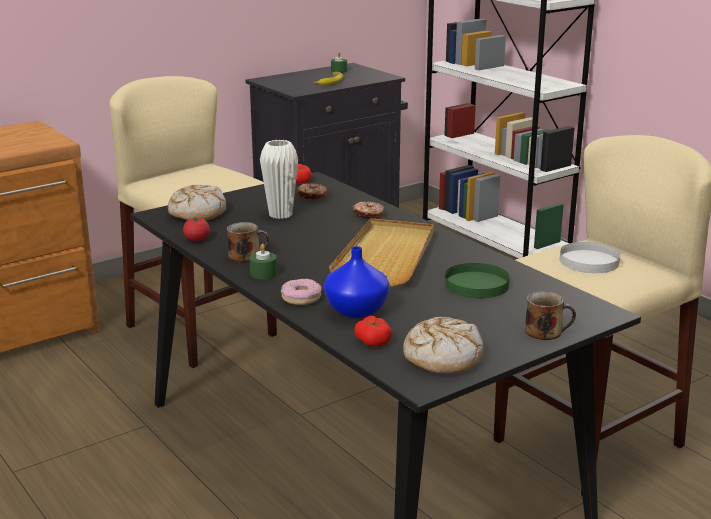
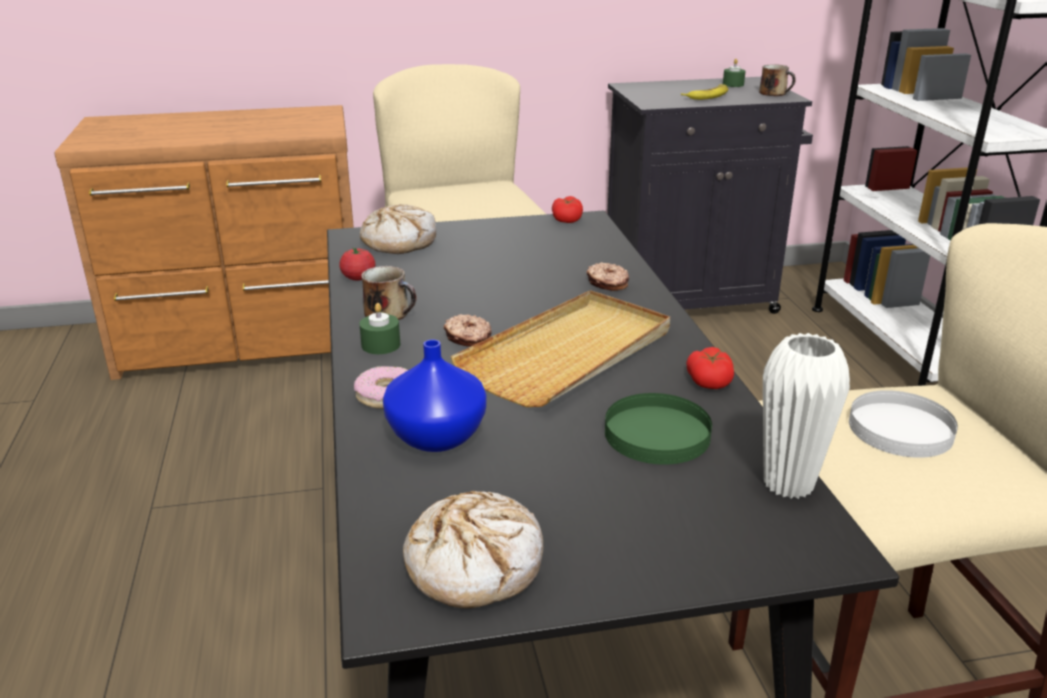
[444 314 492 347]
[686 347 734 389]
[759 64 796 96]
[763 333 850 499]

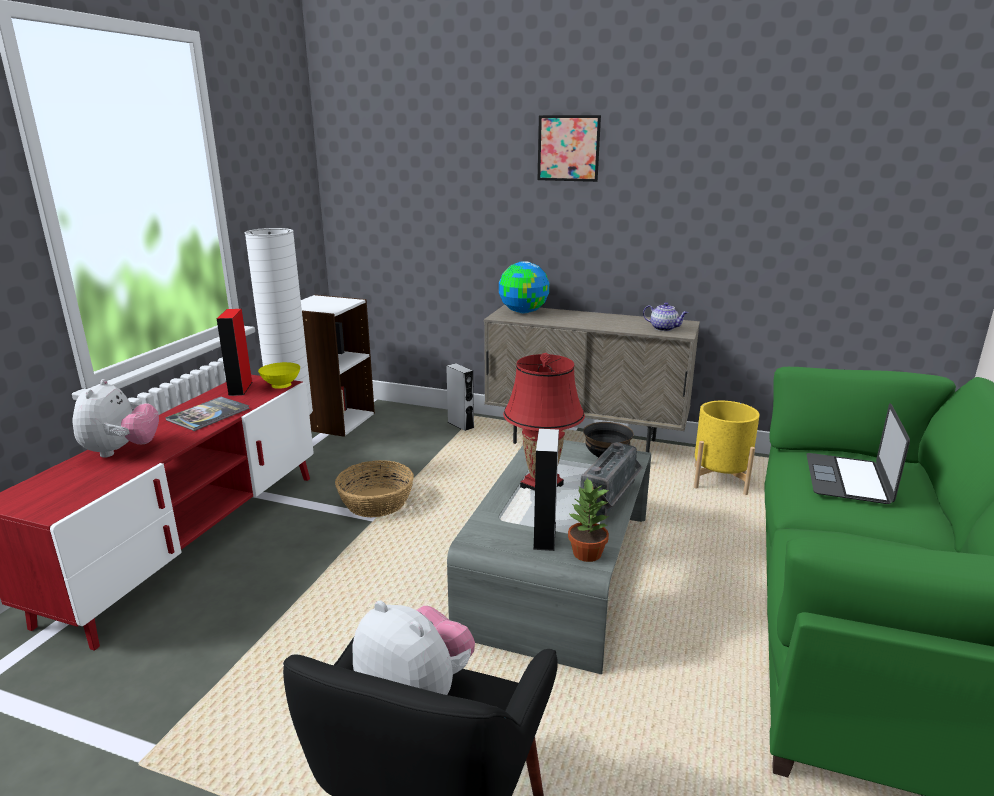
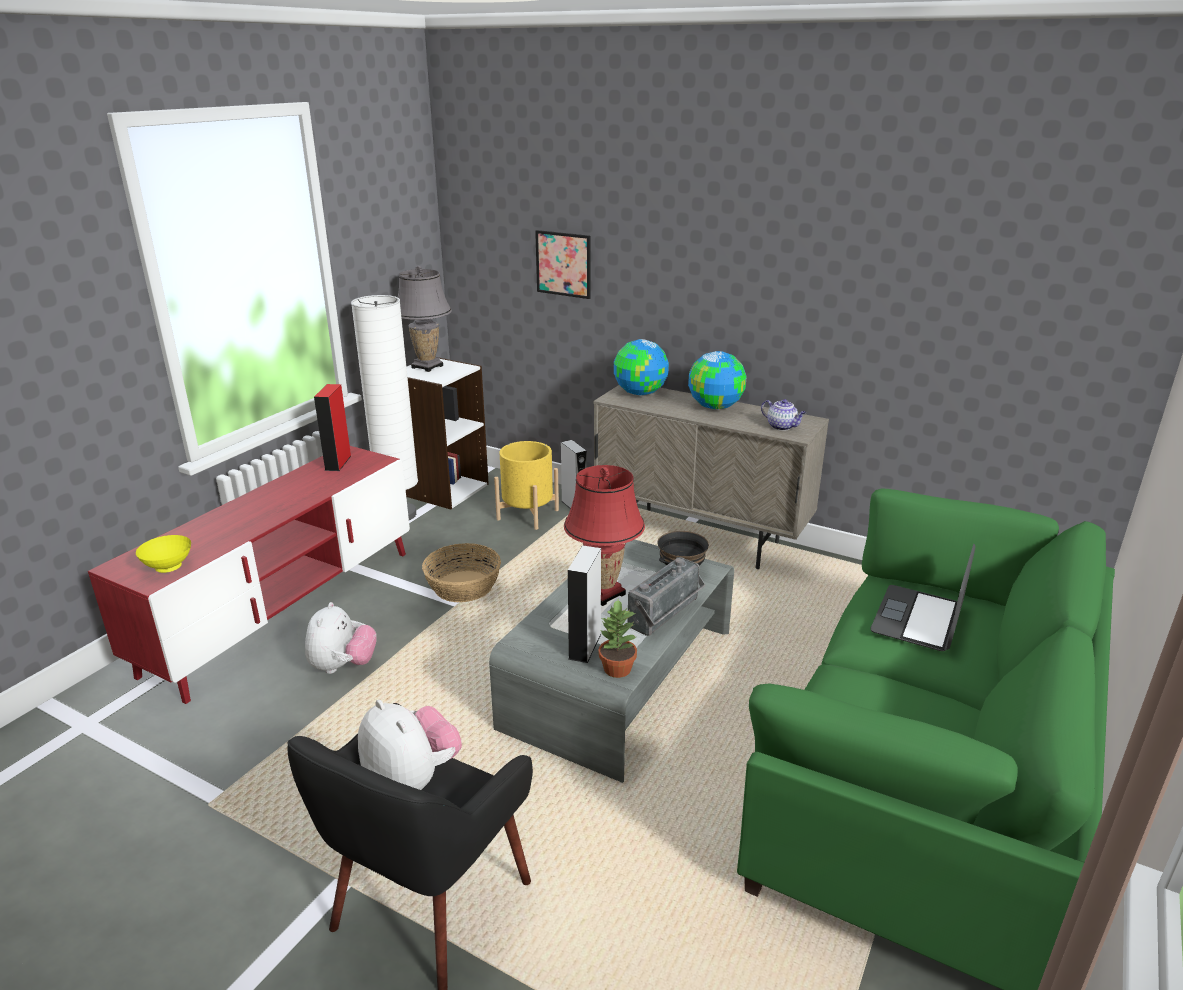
[136 535 191 573]
[305 602 377 674]
[398 266 452 372]
[494 441 559 530]
[535 230 591 299]
[688 351 747 409]
[165 397 250 431] (first image)

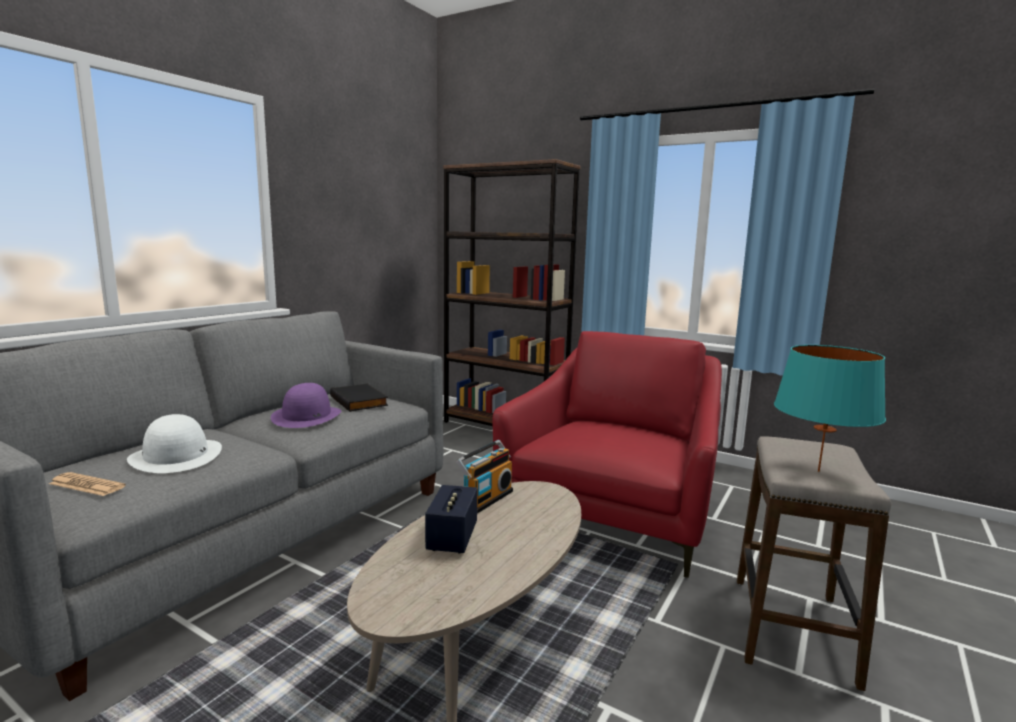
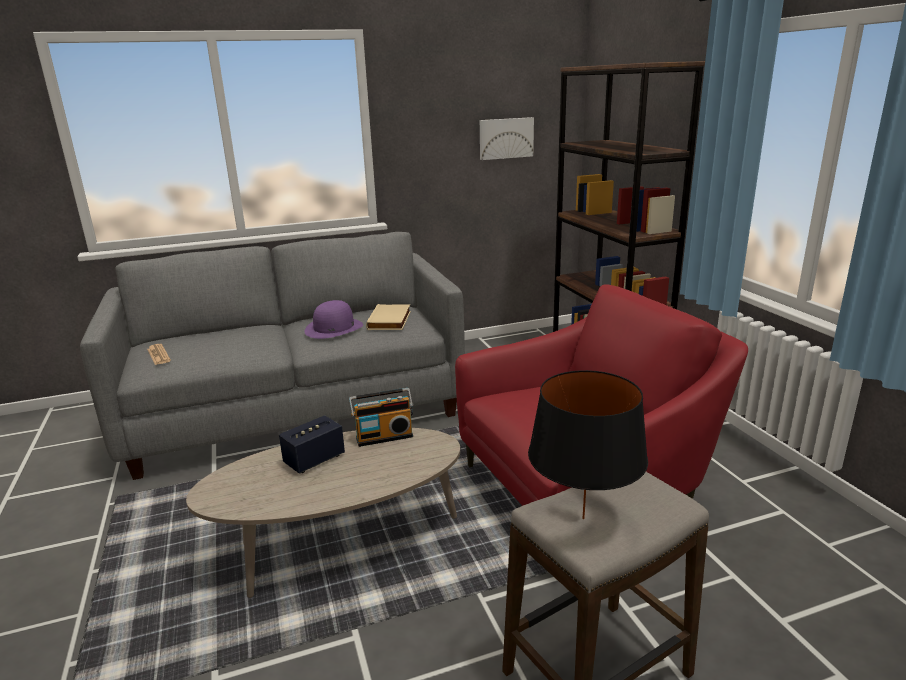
[366 304 411 330]
[480 117 534 160]
[528 370 648 519]
[127 414 222 473] (first image)

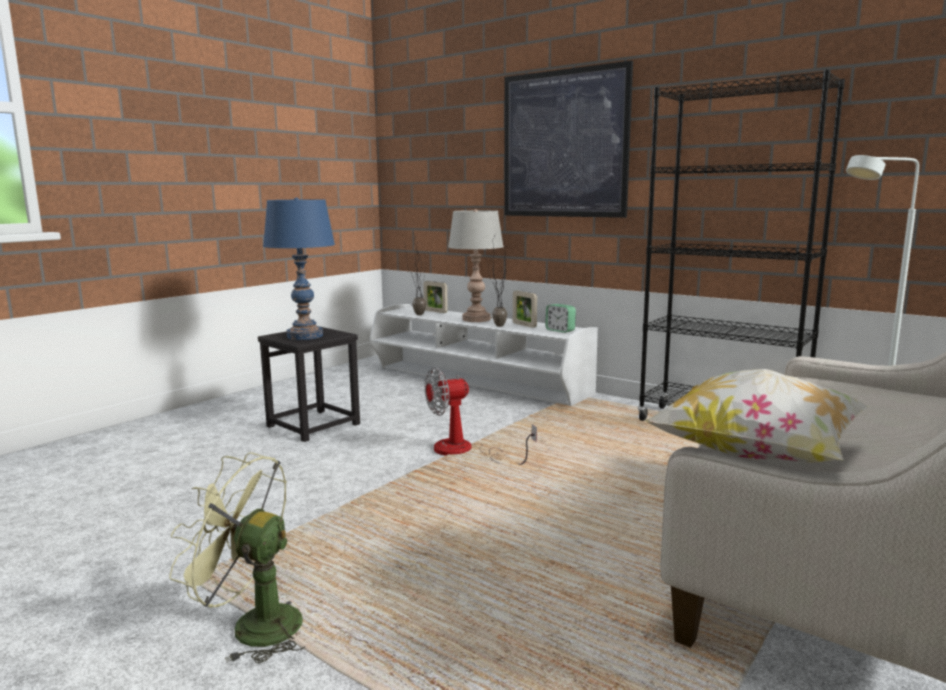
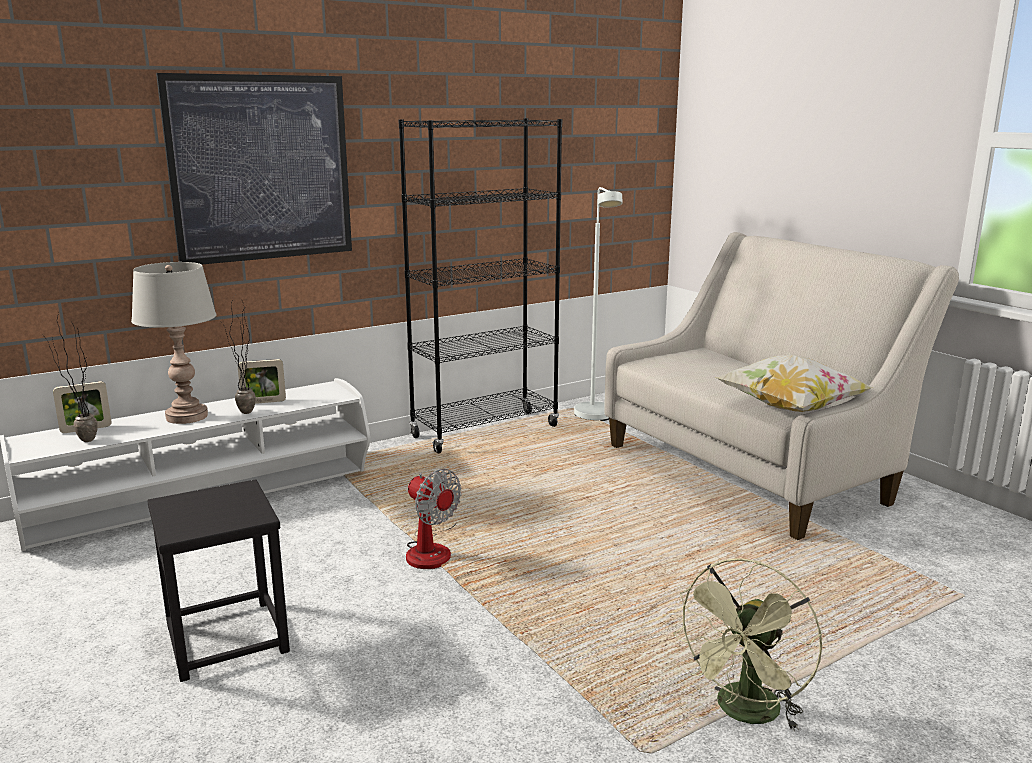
[406 469 462 569]
[263 198 335 340] (first image)
[545 304 576 333] (first image)

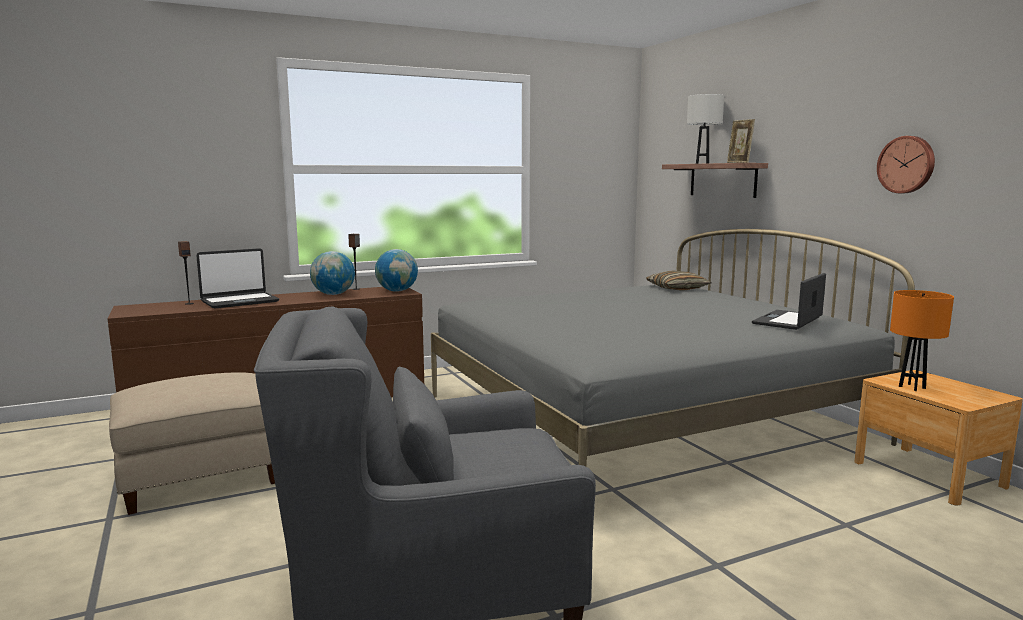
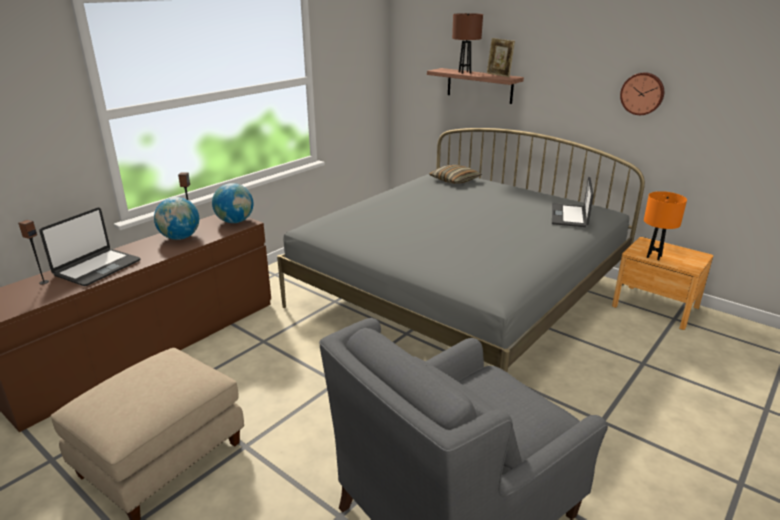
[452 13 483 74]

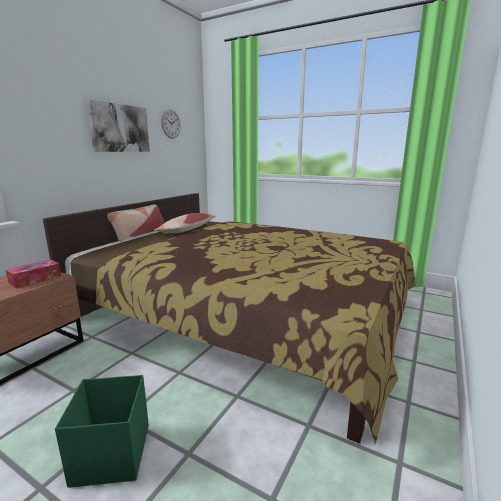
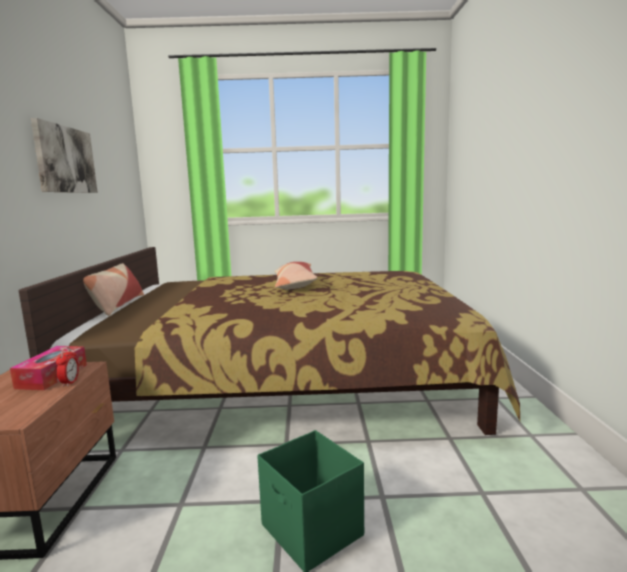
[56 347 79 387]
[274 262 317 290]
[161 109 181 139] (first image)

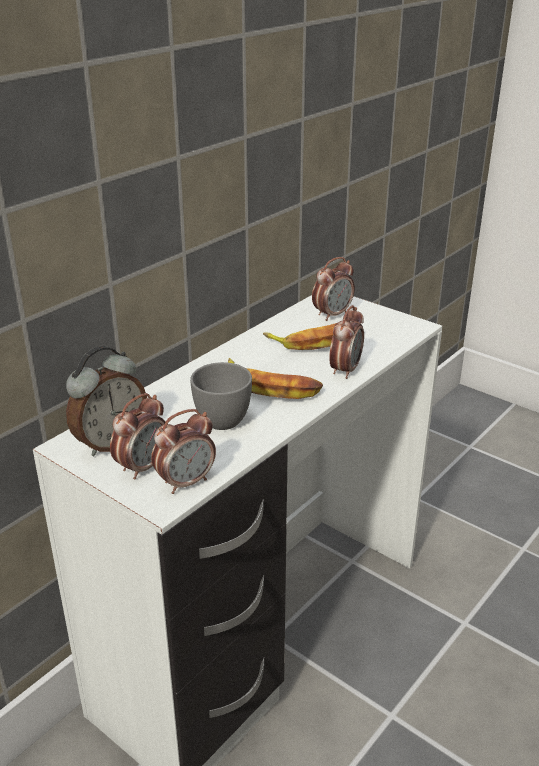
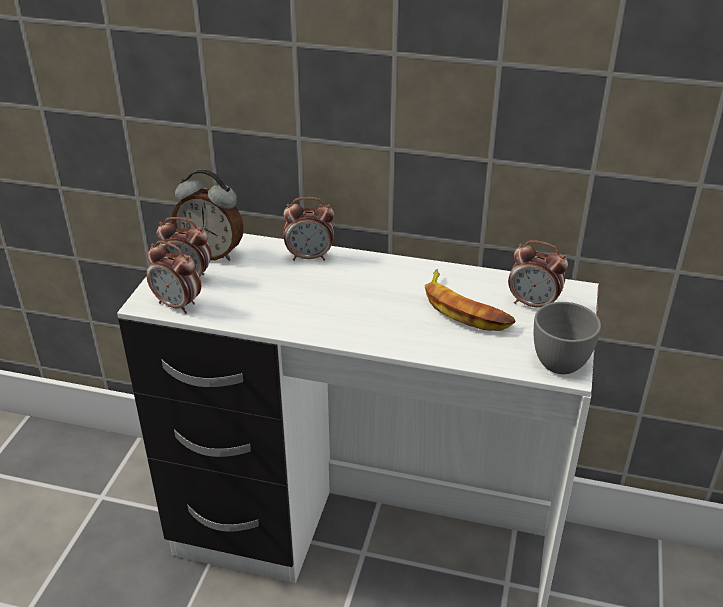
[283 197 334 261]
[534 302 601 374]
[228 358 323 399] (first image)

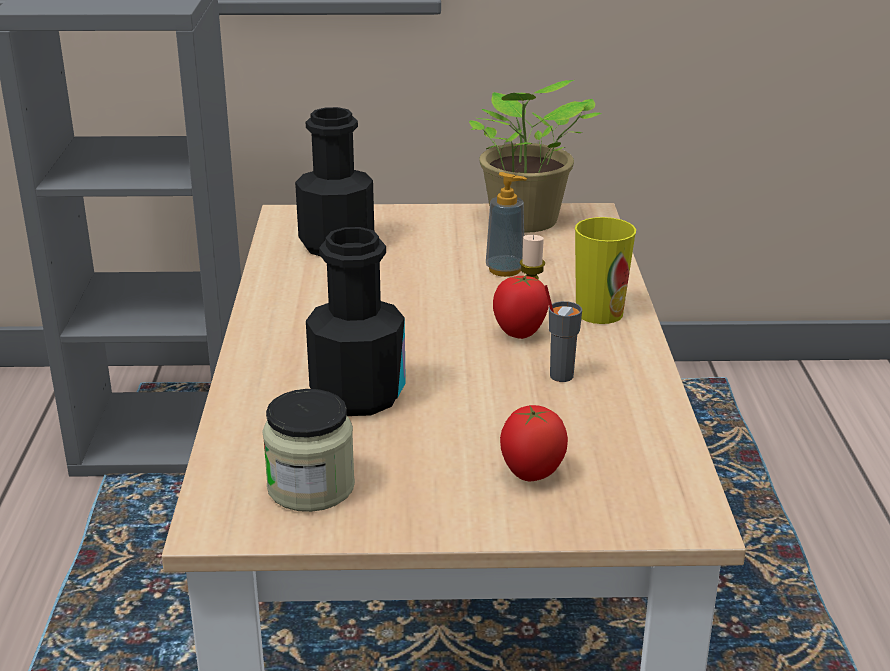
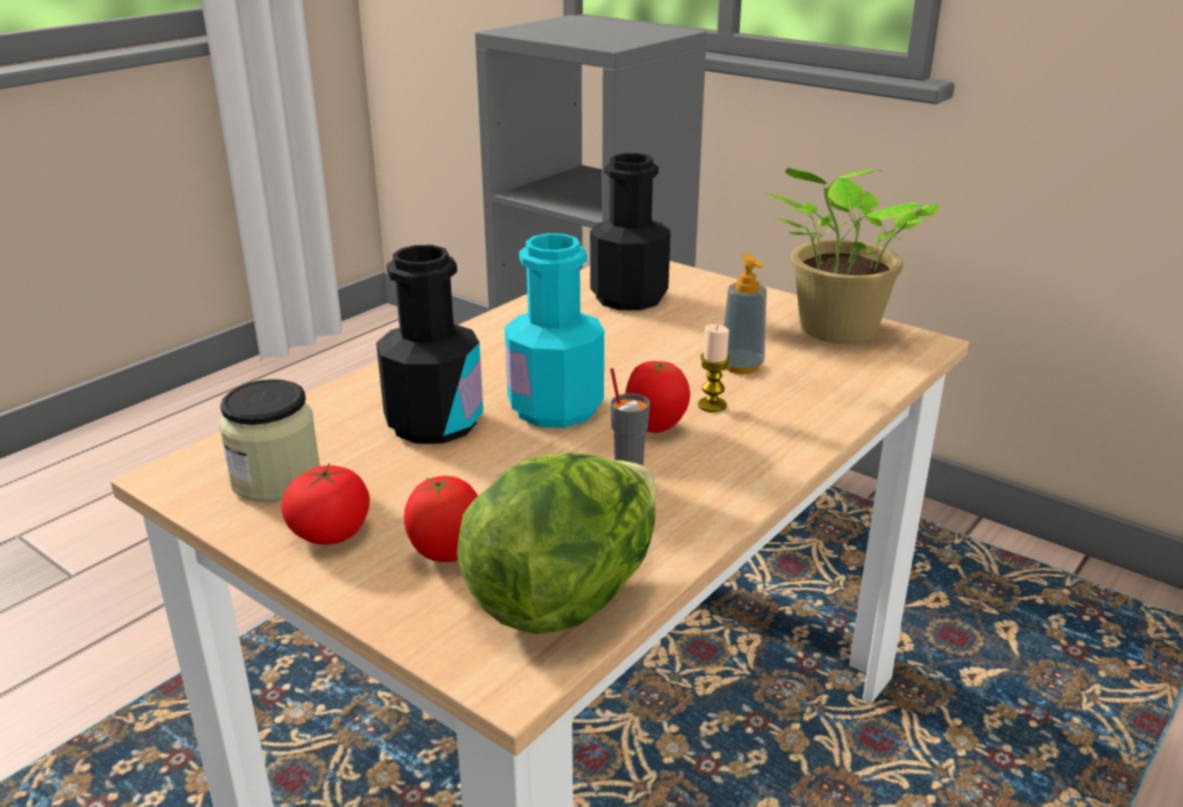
[281 464 370 545]
[457 453 657 634]
[505 233 604 428]
[575 217 636 324] (first image)

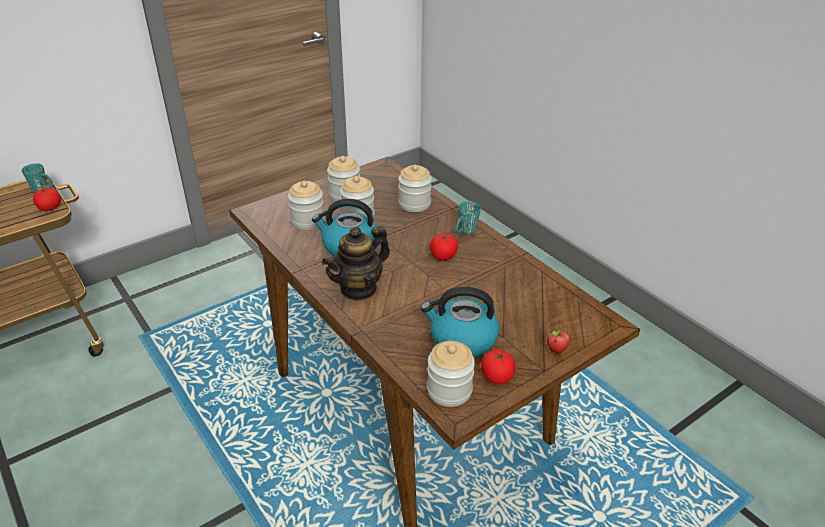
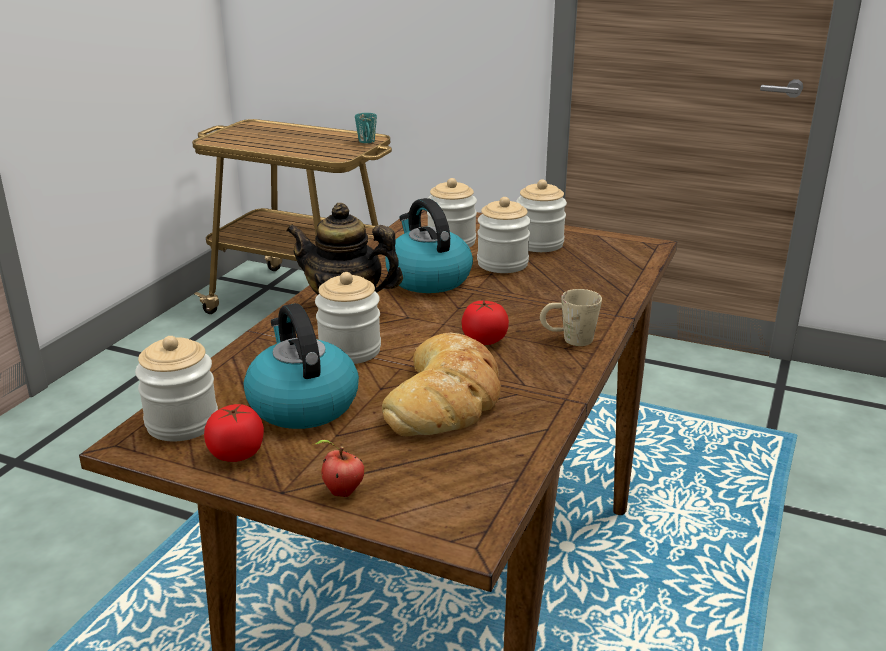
[315 272 381 364]
[382 333 501 436]
[540 289 602 346]
[33 187 61 211] (first image)

